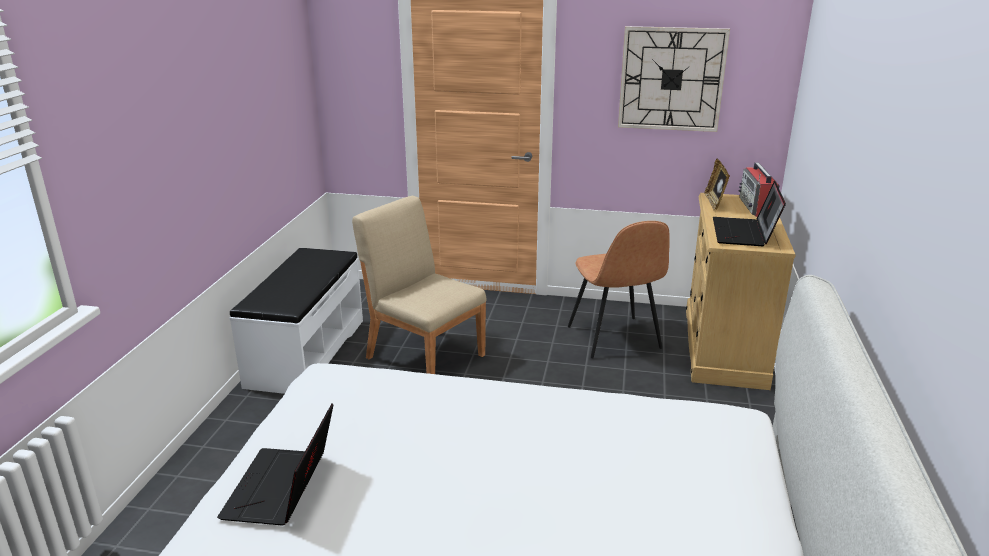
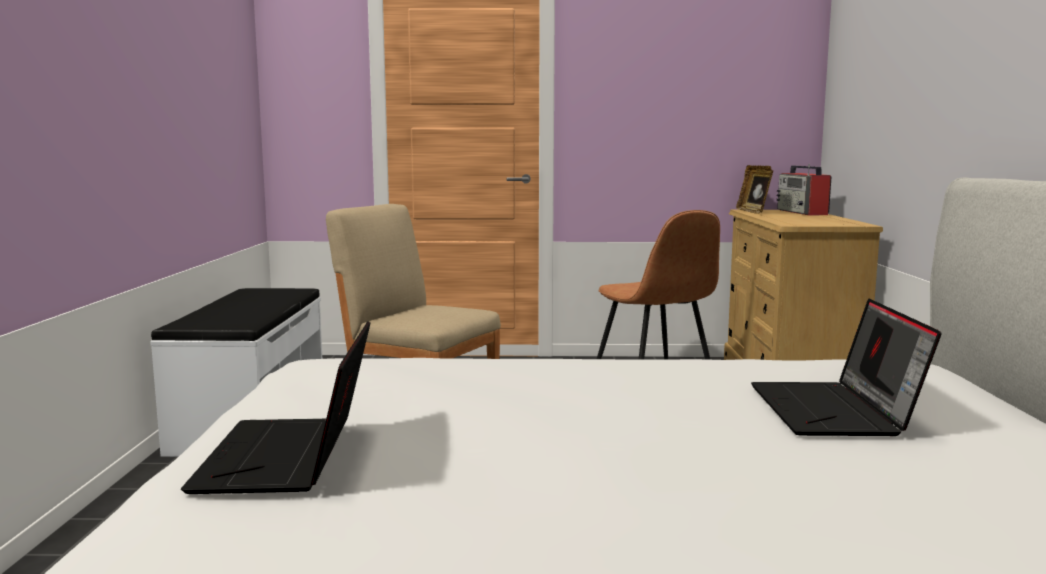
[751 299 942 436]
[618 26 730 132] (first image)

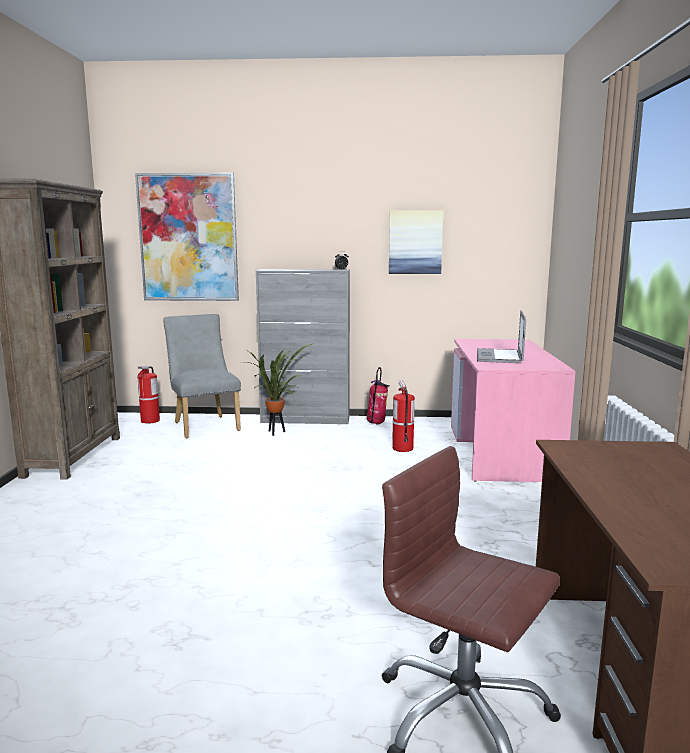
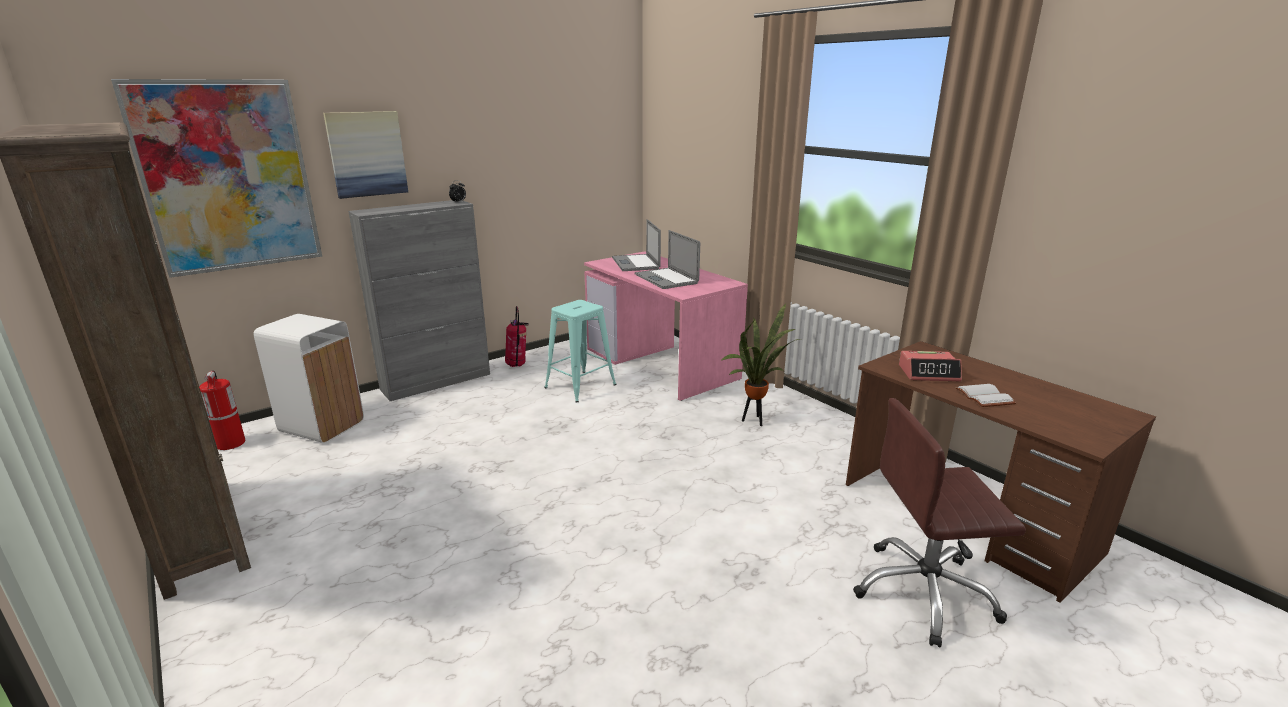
[254 314 364 443]
[323 111 408 199]
[544 300 617 402]
[612 219 661 271]
[722 304 801 426]
[899 351 962 381]
[955 384 1016 407]

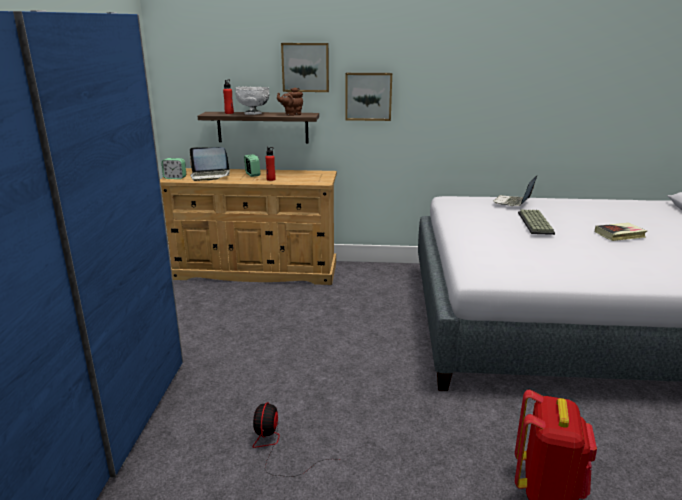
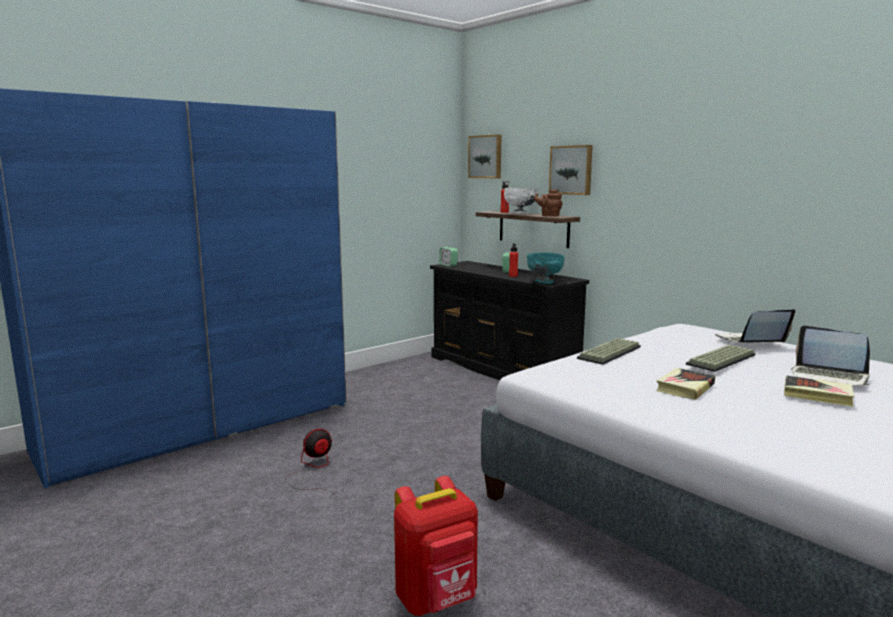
[430 261 589 380]
[468 134 502 178]
[527 253 565 284]
[577 338 641 365]
[656 368 715 400]
[791 325 870 385]

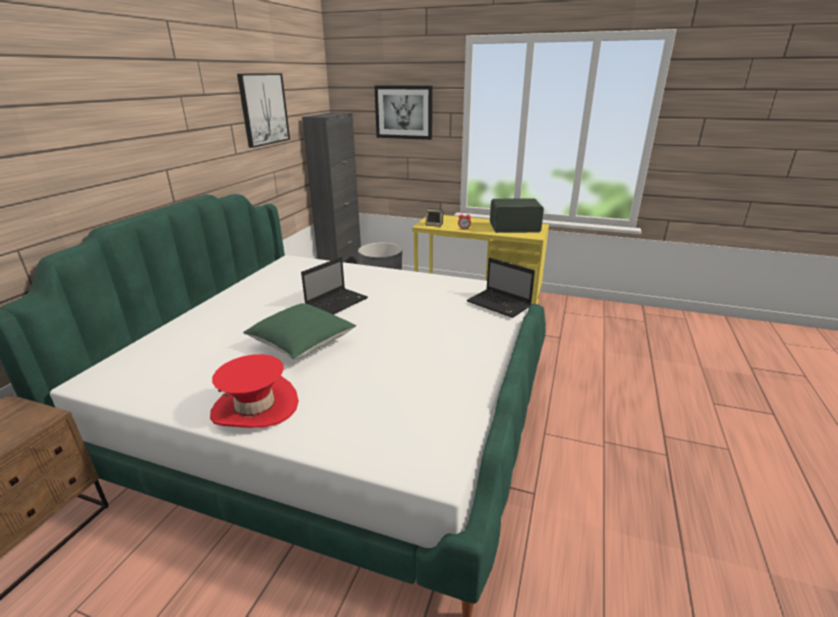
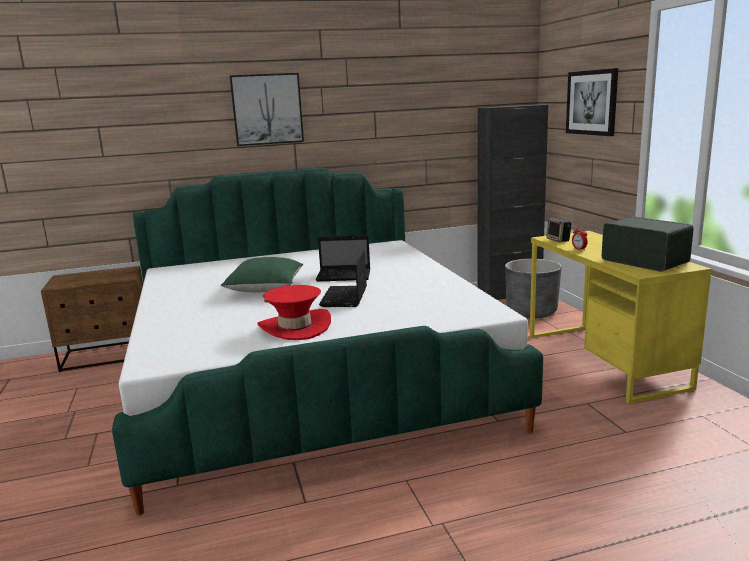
[230 73 304 146]
[257 285 331 340]
[319 250 367 307]

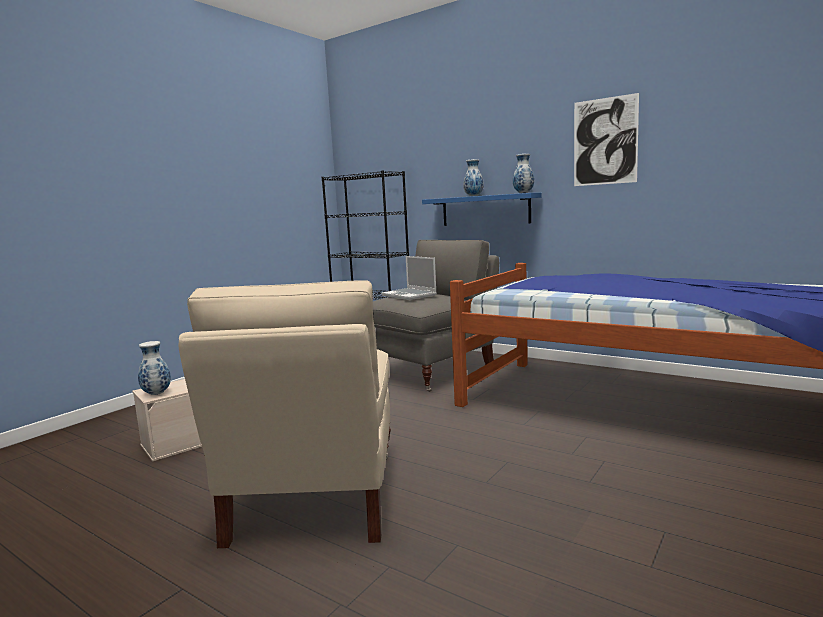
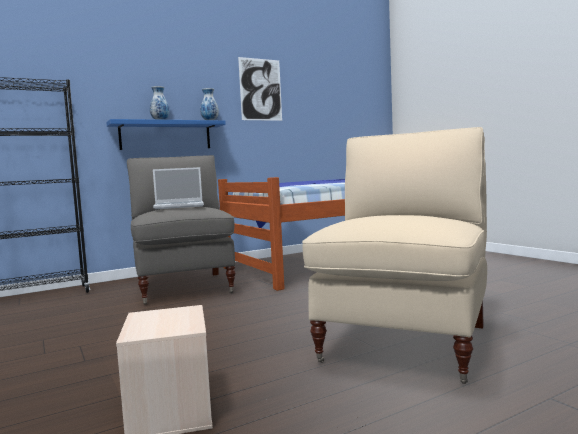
[302 127 487 384]
[138 341 171 395] (first image)

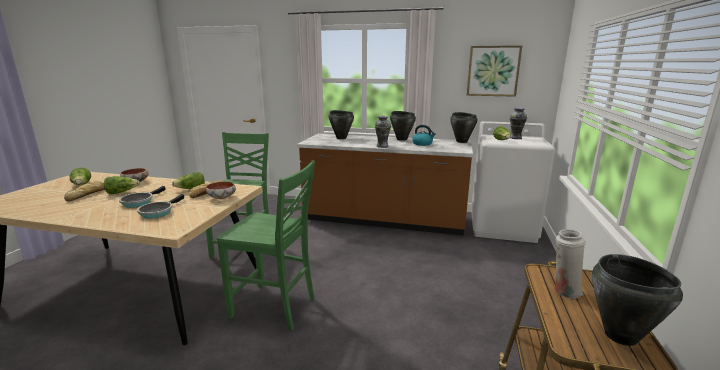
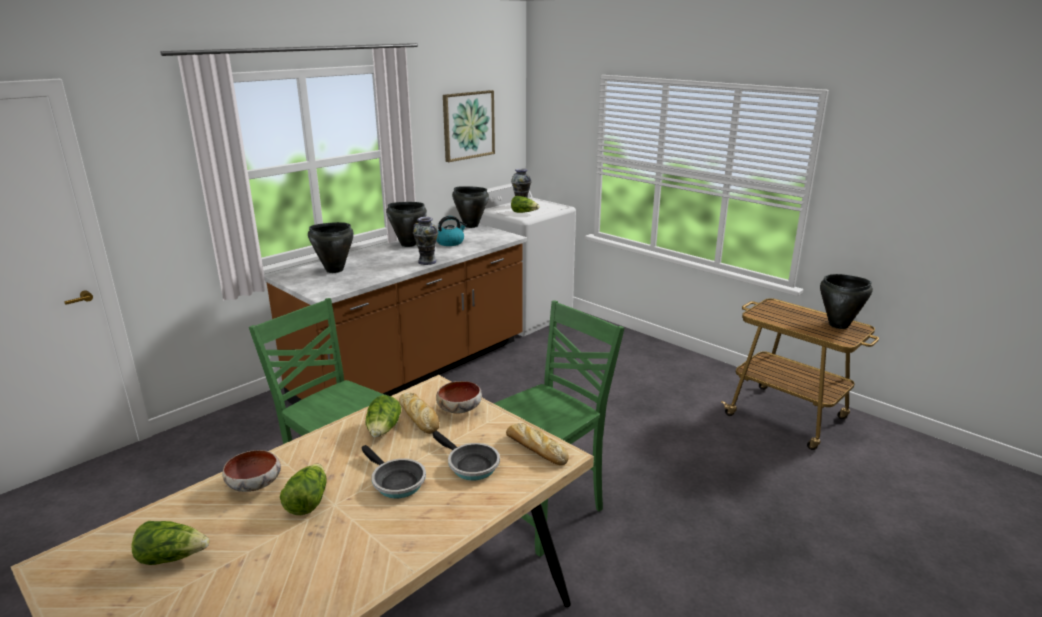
[506 423 569 465]
[555 229 586 299] (first image)

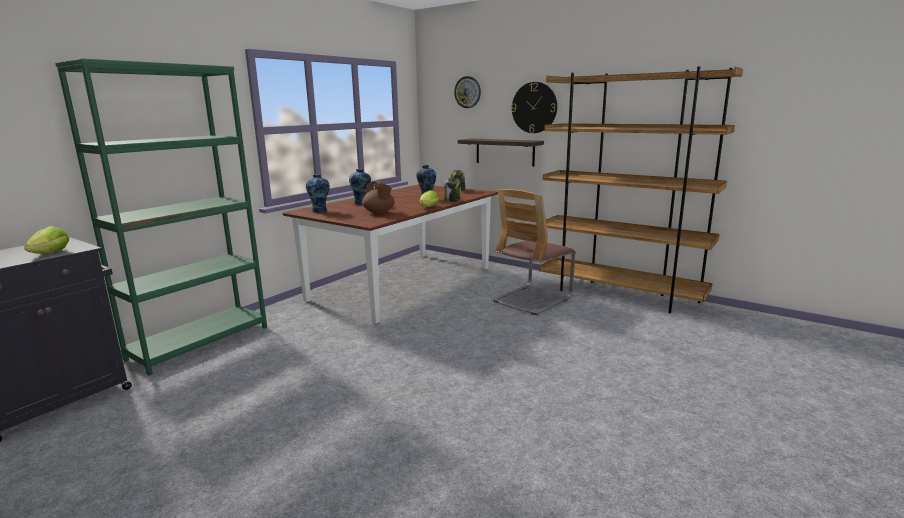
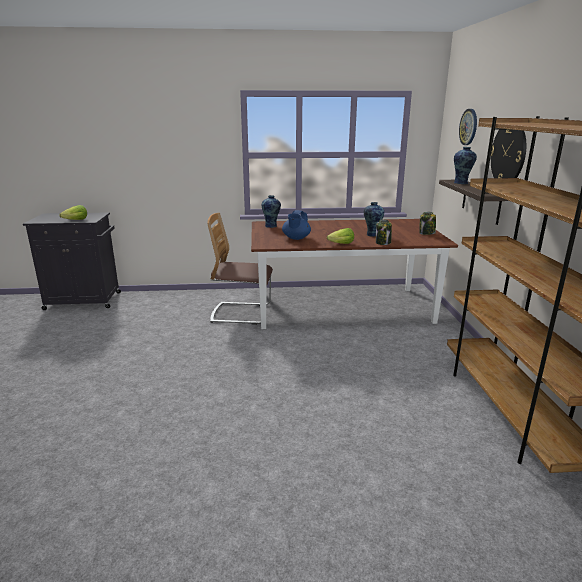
[207 213 273 325]
[282 210 311 240]
[454 147 477 184]
[55 59 267 375] (first image)

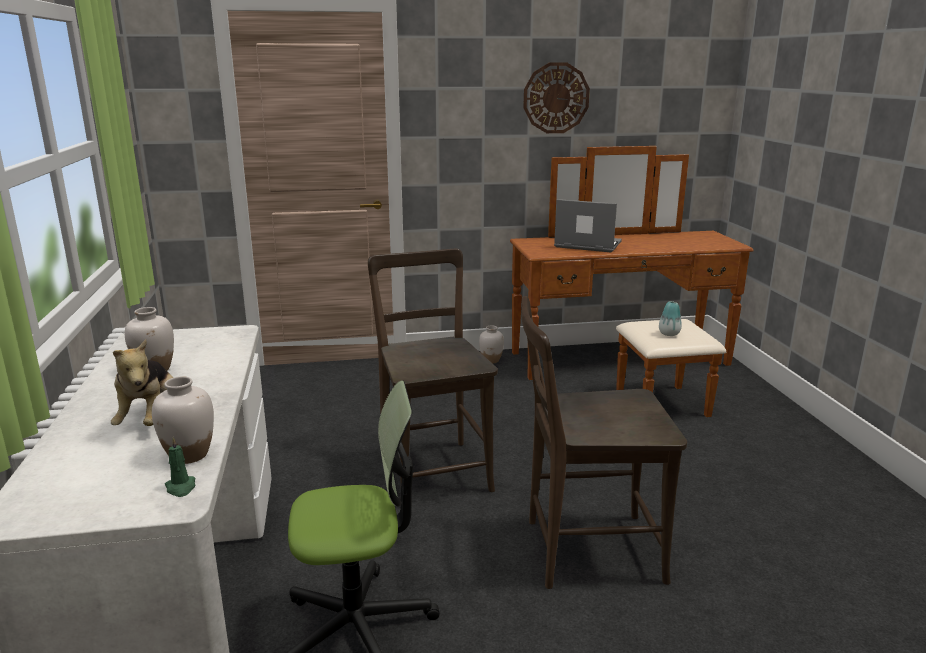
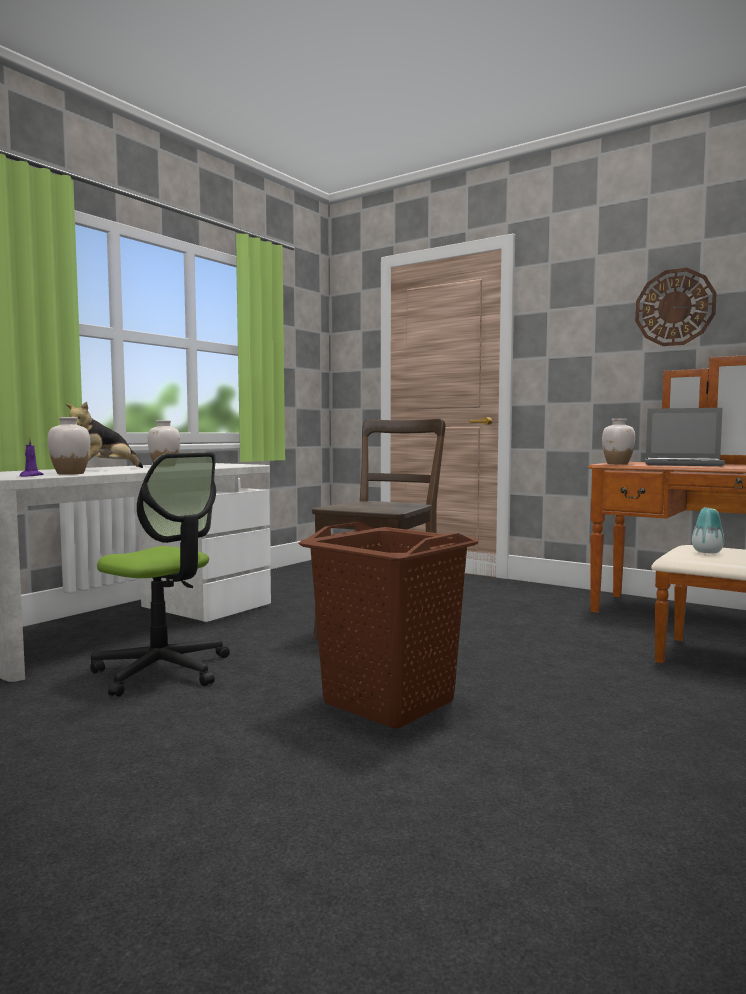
[20 437 43 477]
[299 522 479 729]
[602 419 635 464]
[645 408 725 466]

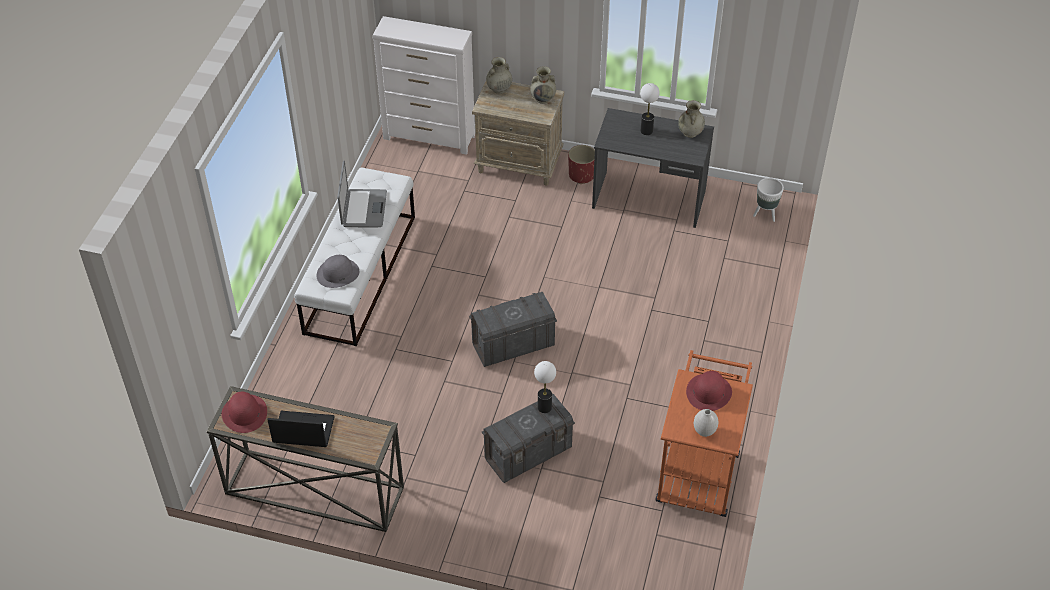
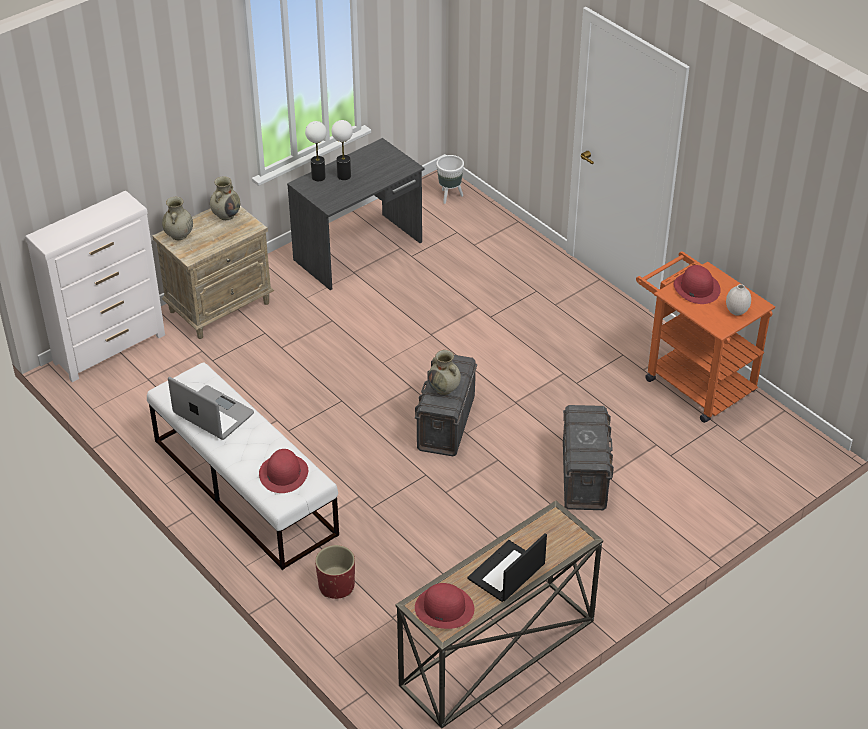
[259 449 308 493]
[305 121 327 181]
[315 545 355 599]
[428 350 461 395]

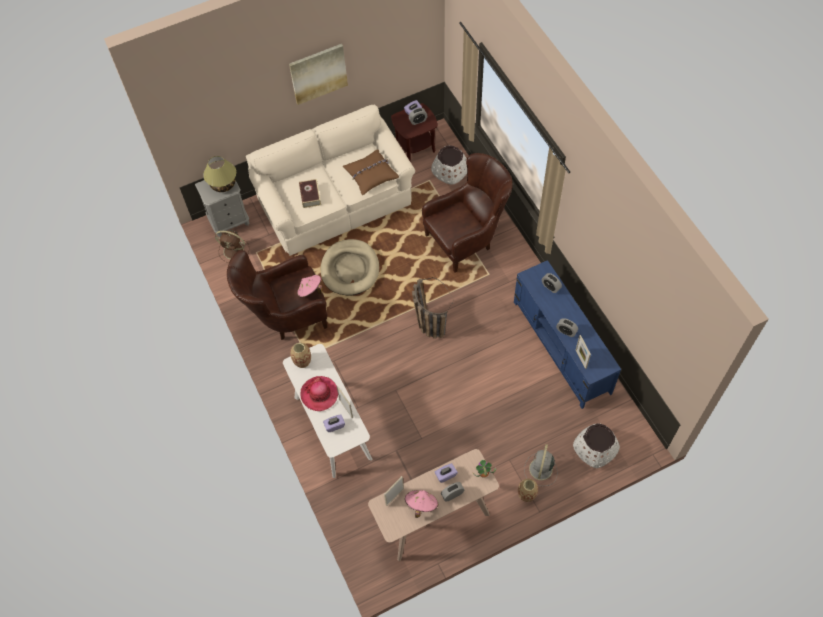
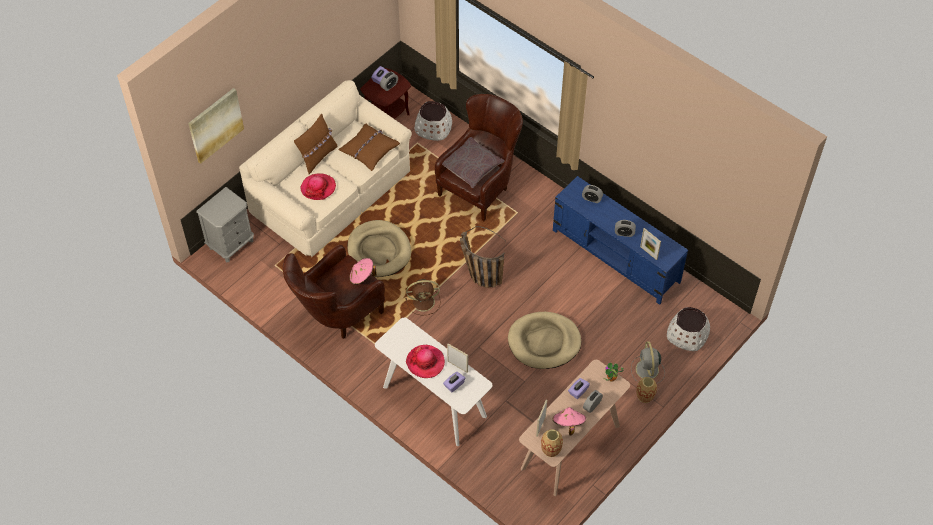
[188 88 244 164]
[294 114 338 174]
[300 173 336 200]
[406 279 441 316]
[442 137 505 188]
[508 312 581 369]
[541 429 563 457]
[203 156 236 192] (first image)

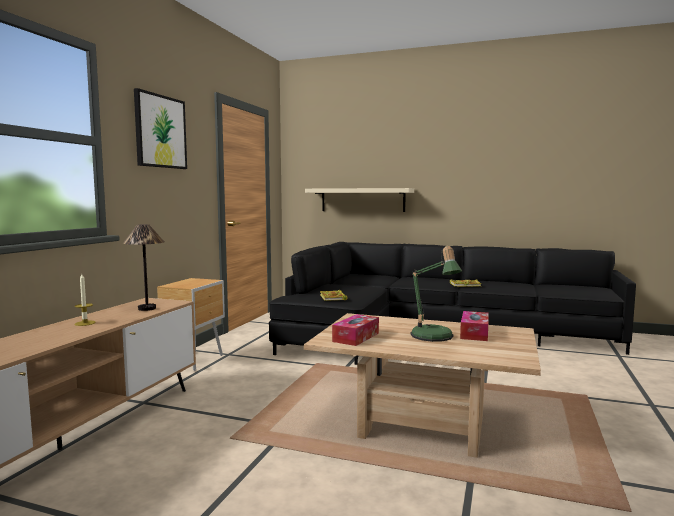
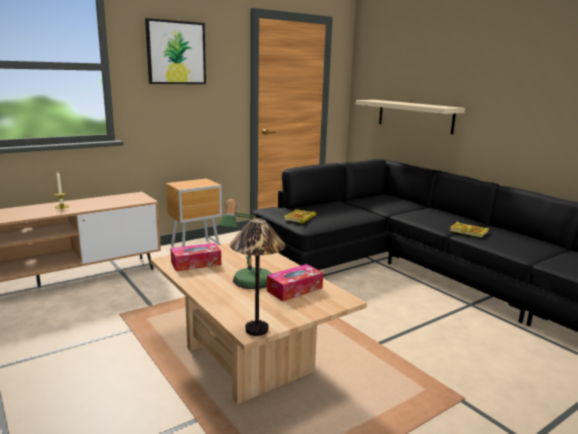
[230 218 286 336]

